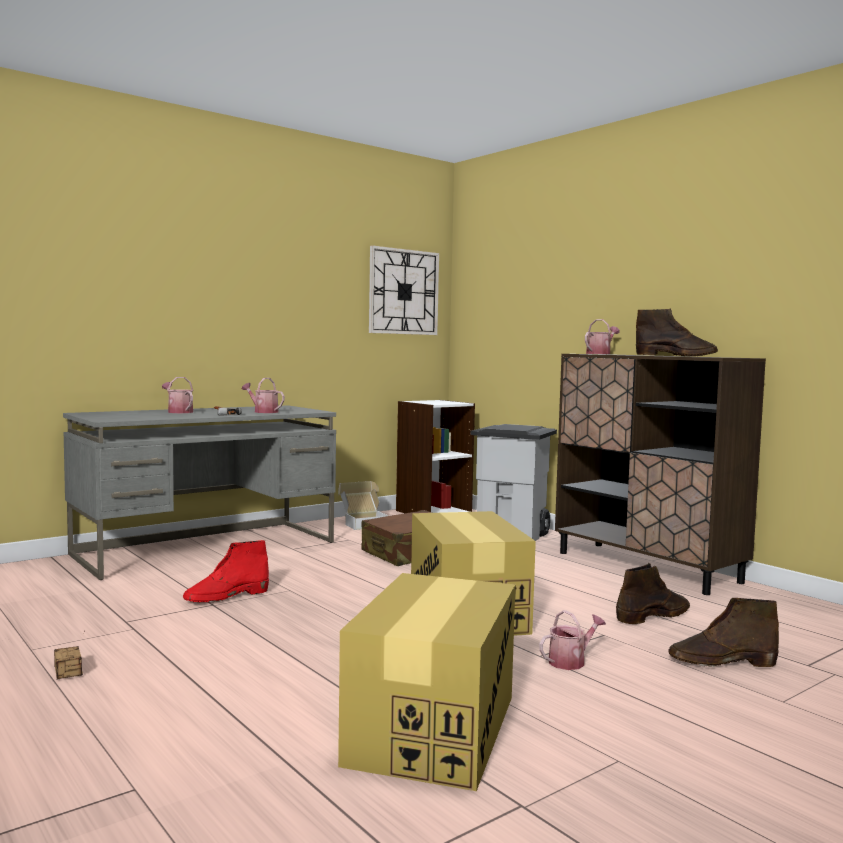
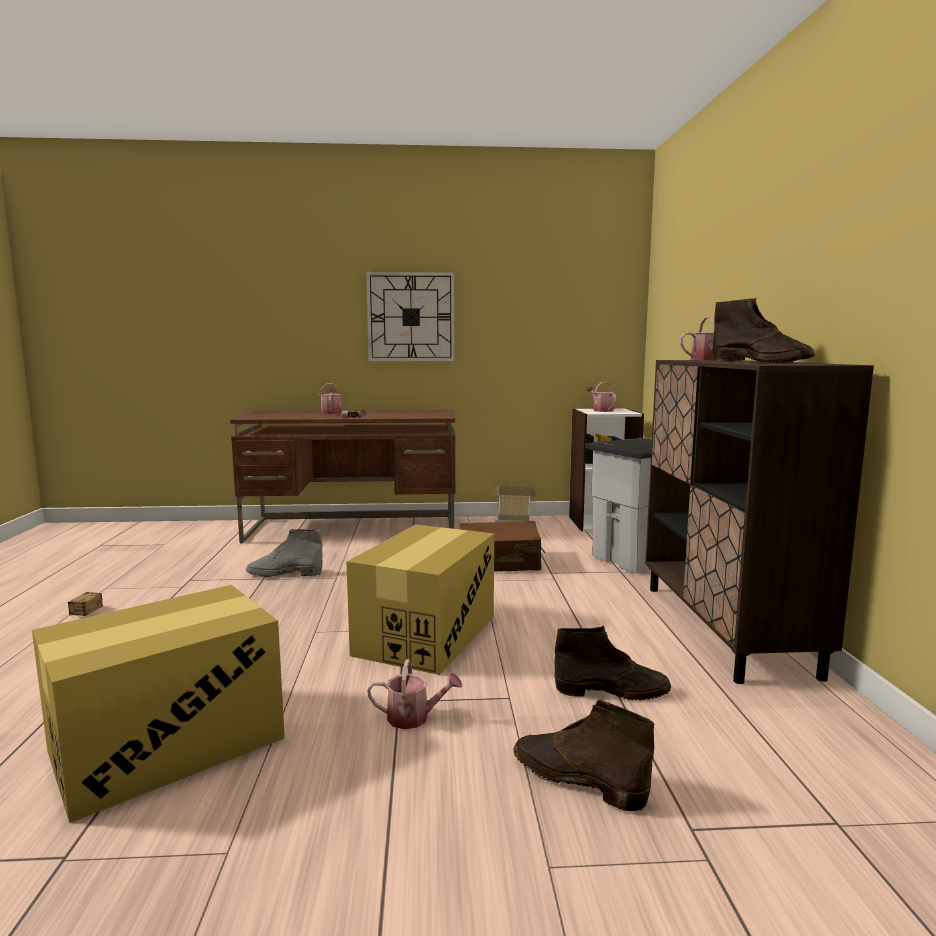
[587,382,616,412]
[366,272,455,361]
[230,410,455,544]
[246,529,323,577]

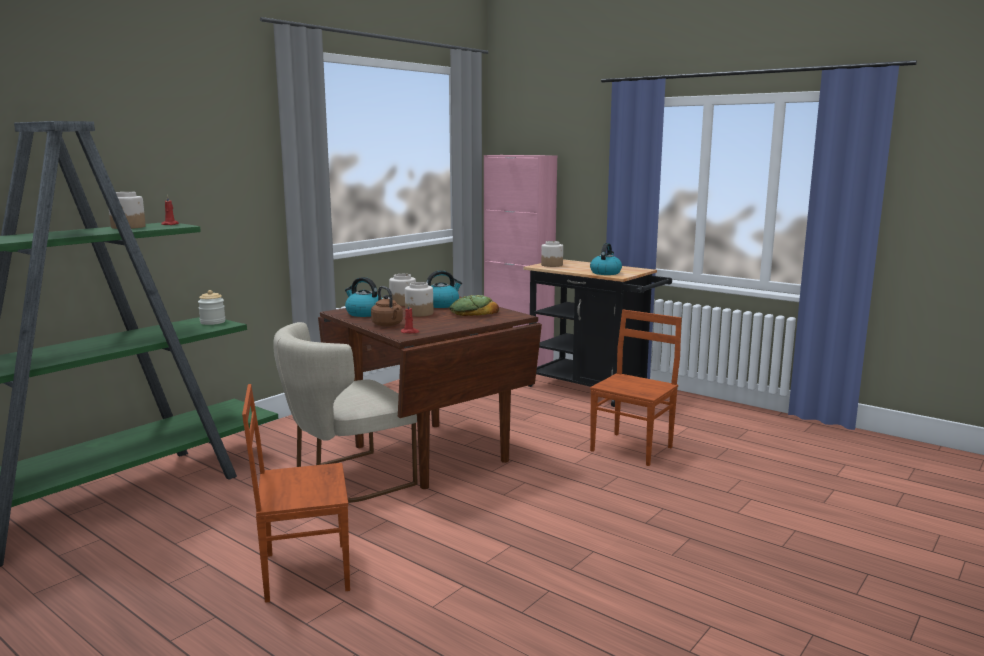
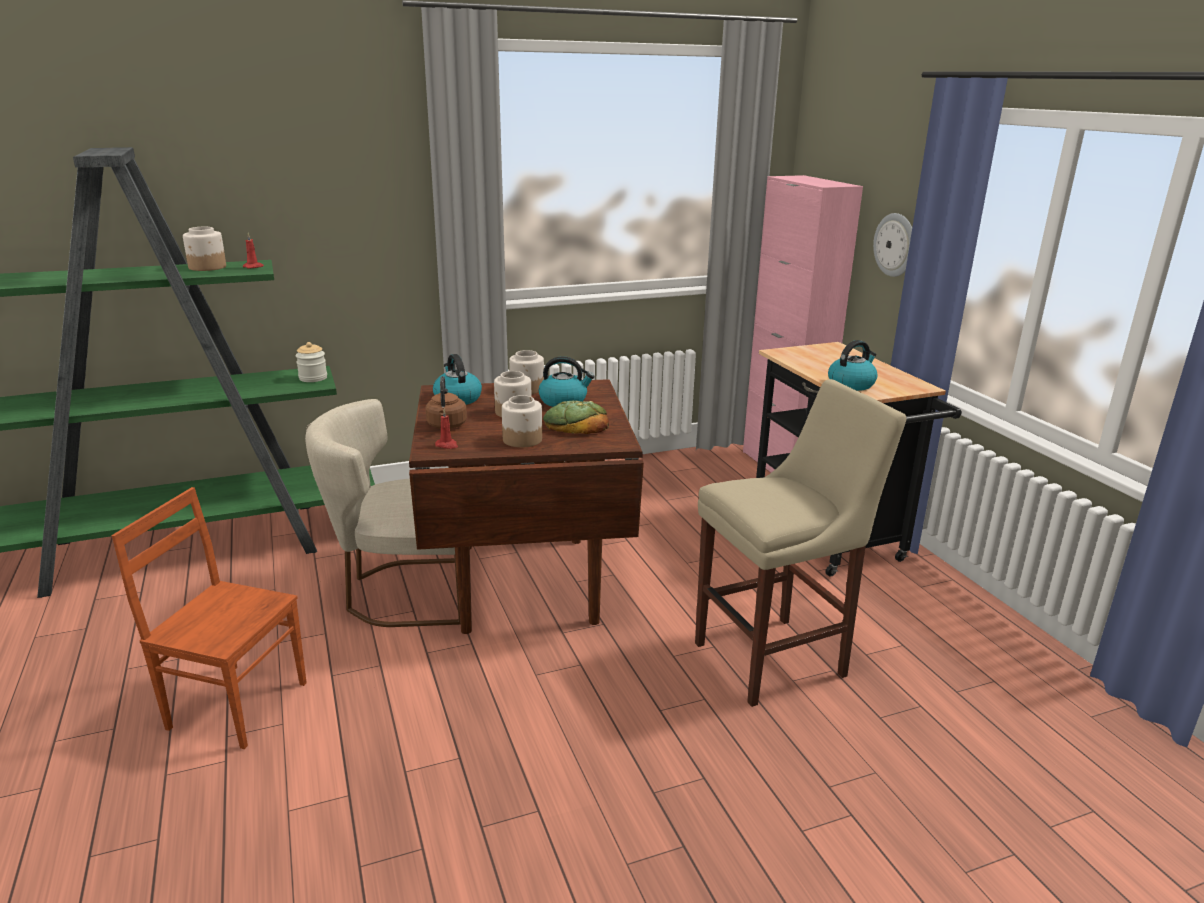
[873,213,912,277]
[502,395,542,448]
[695,379,906,707]

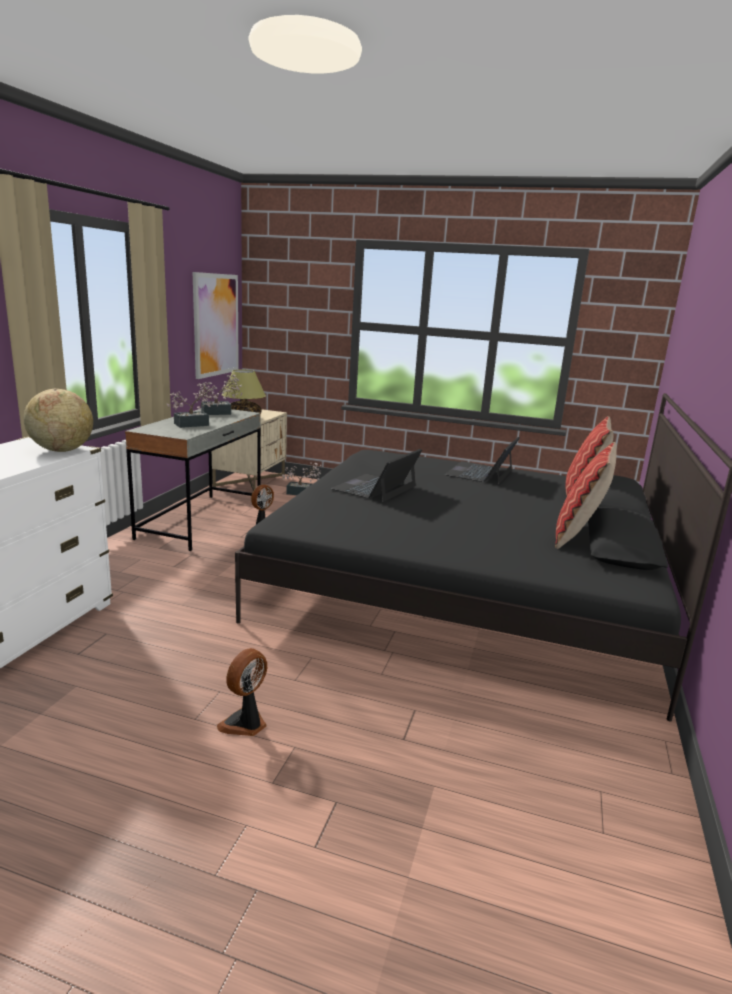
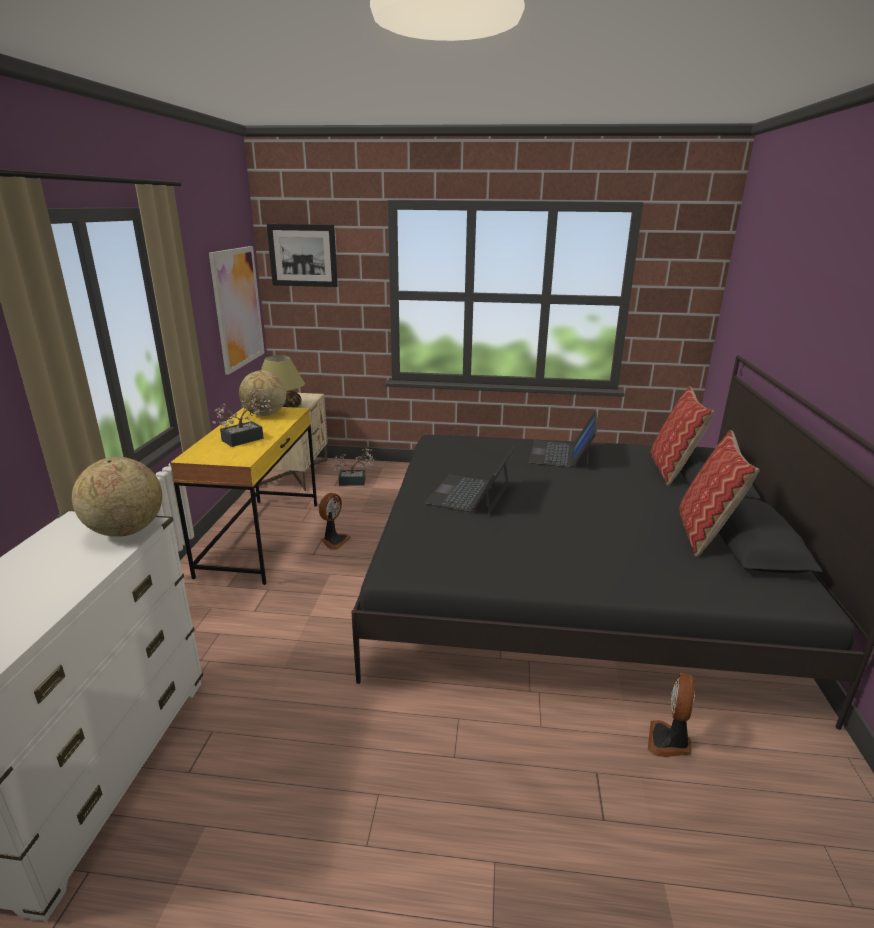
[267,224,338,287]
[648,673,695,757]
[239,370,287,416]
[170,407,317,585]

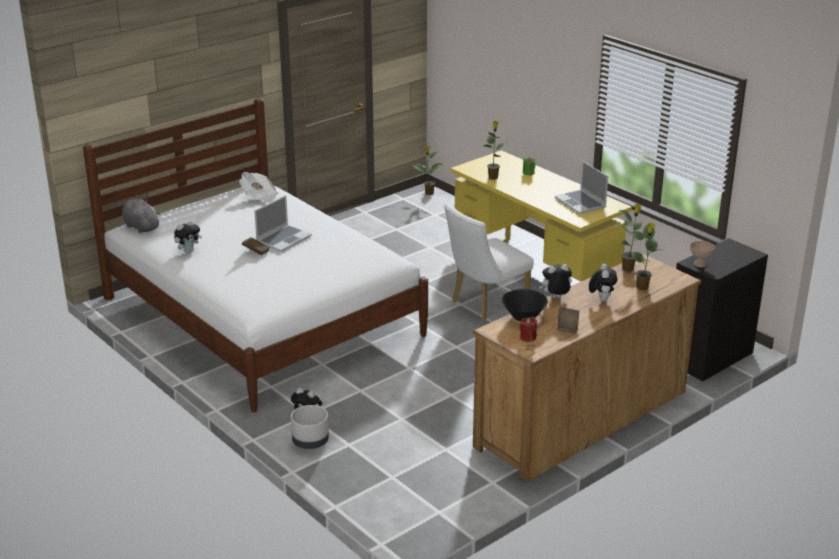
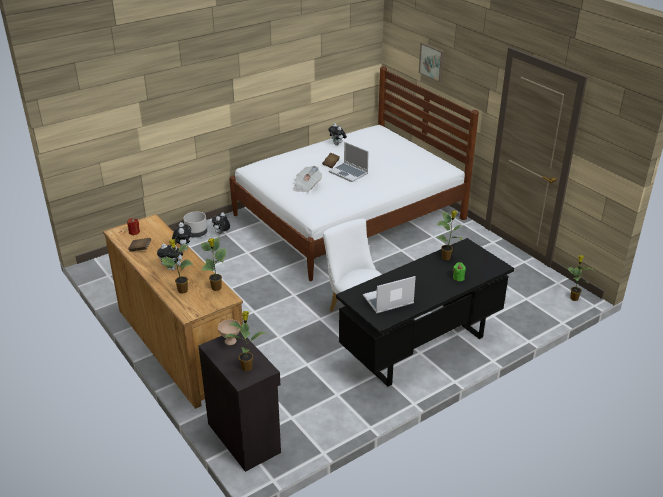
[122,199,161,233] (first image)
[502,289,548,321] (first image)
[224,311,266,371]
[419,42,444,82]
[293,166,322,192]
[336,238,514,387]

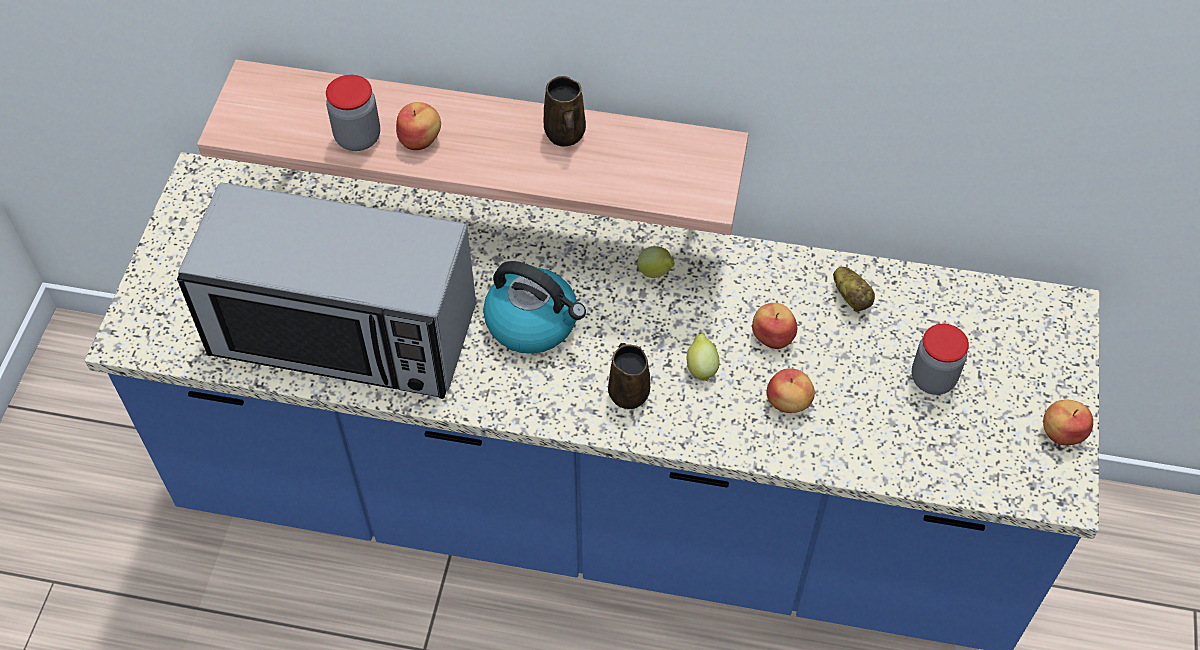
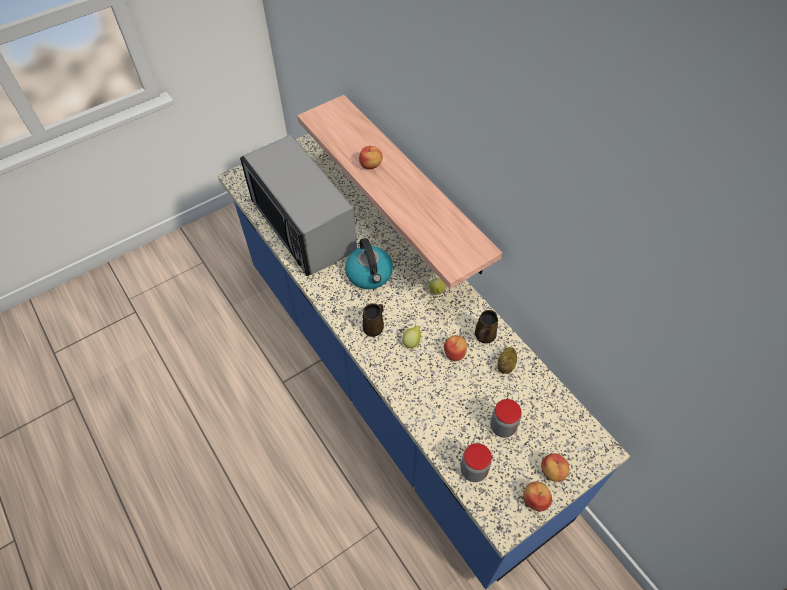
[460,443,492,482]
[475,310,498,344]
[541,453,569,482]

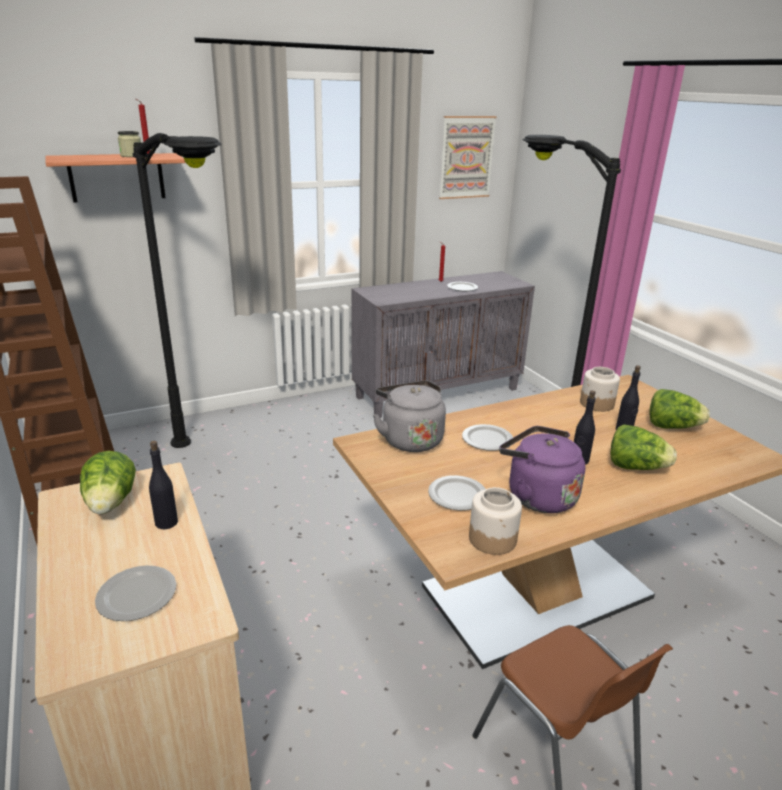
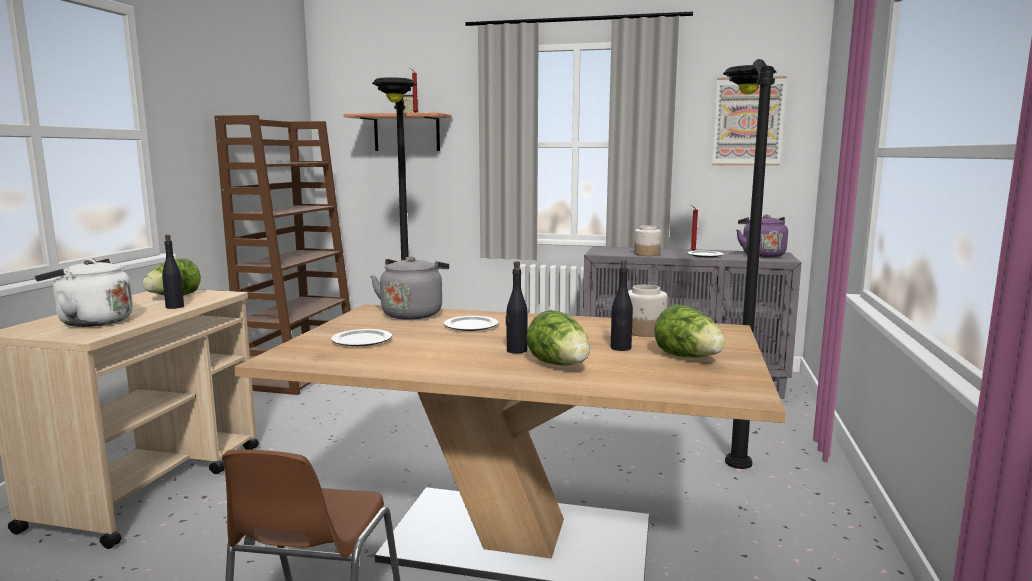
[634,225,661,256]
[736,215,788,257]
[35,258,133,327]

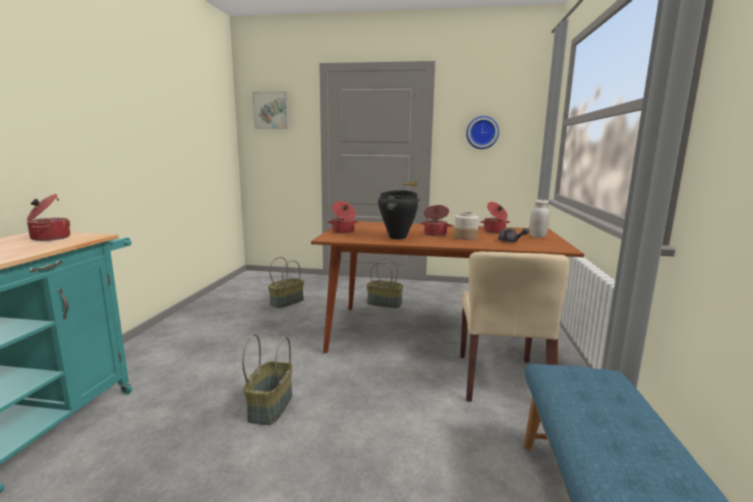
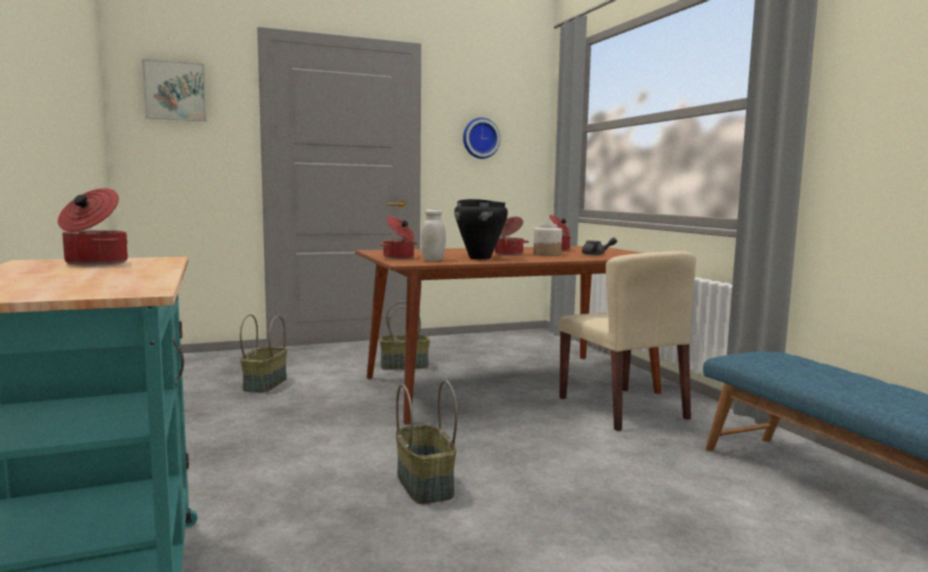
[421,209,446,261]

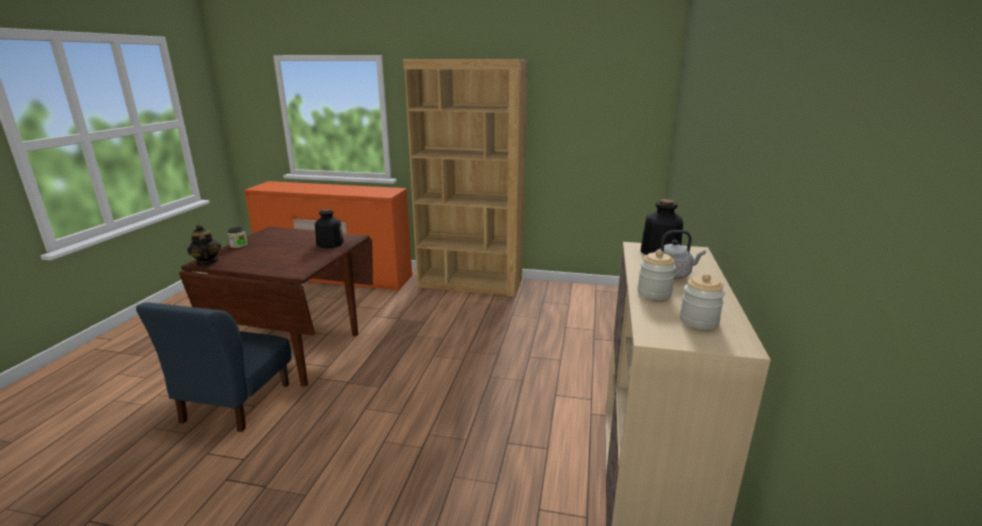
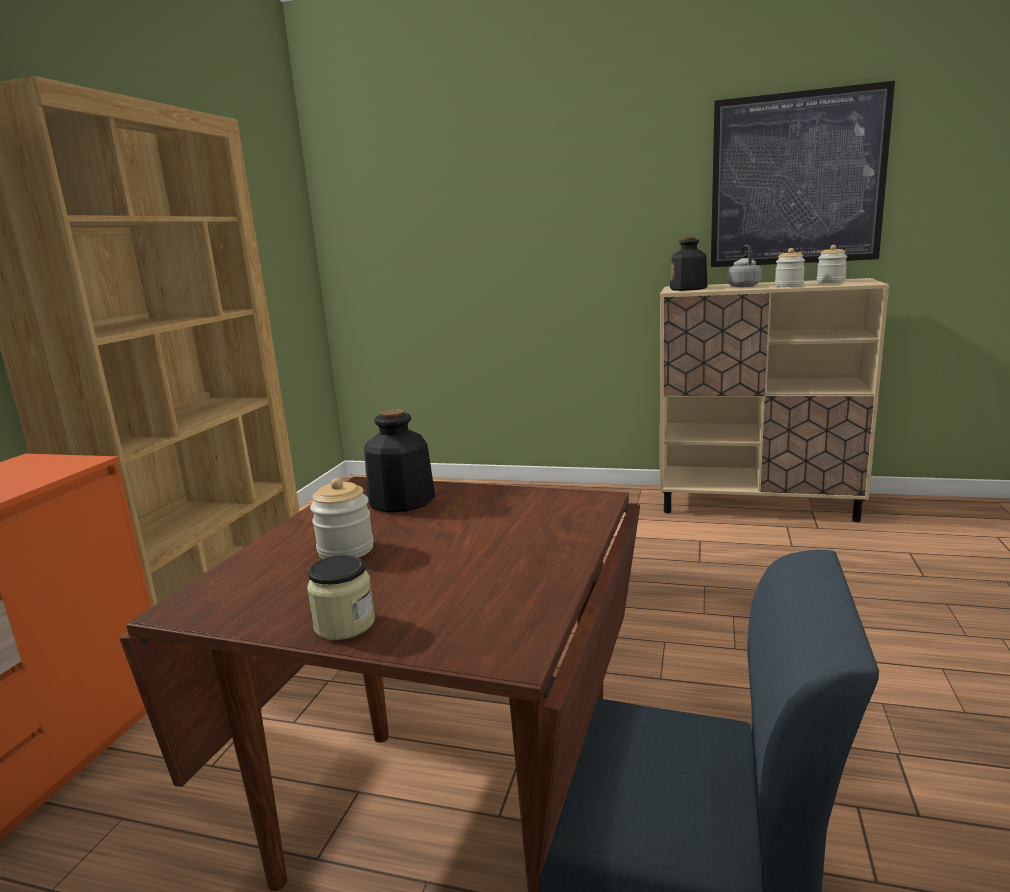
[187,225,221,266] (first image)
[310,478,374,559]
[711,81,895,267]

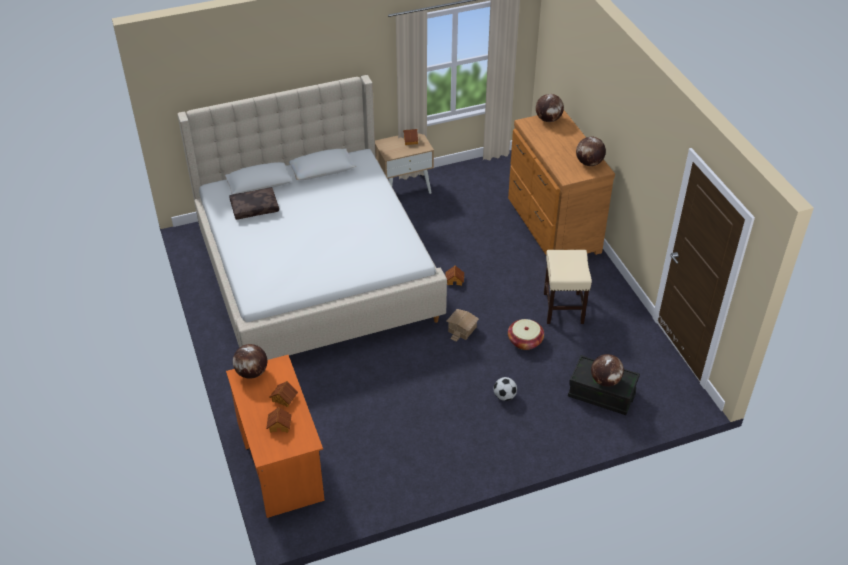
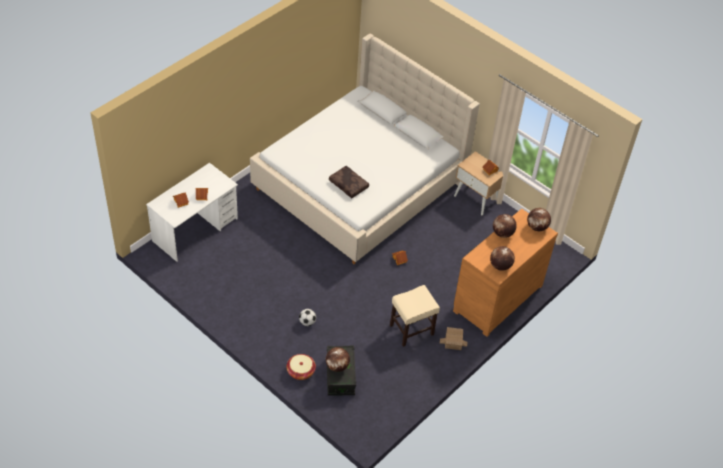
[329,166,369,198]
[493,214,517,238]
[440,327,467,350]
[287,354,316,380]
[146,163,238,262]

